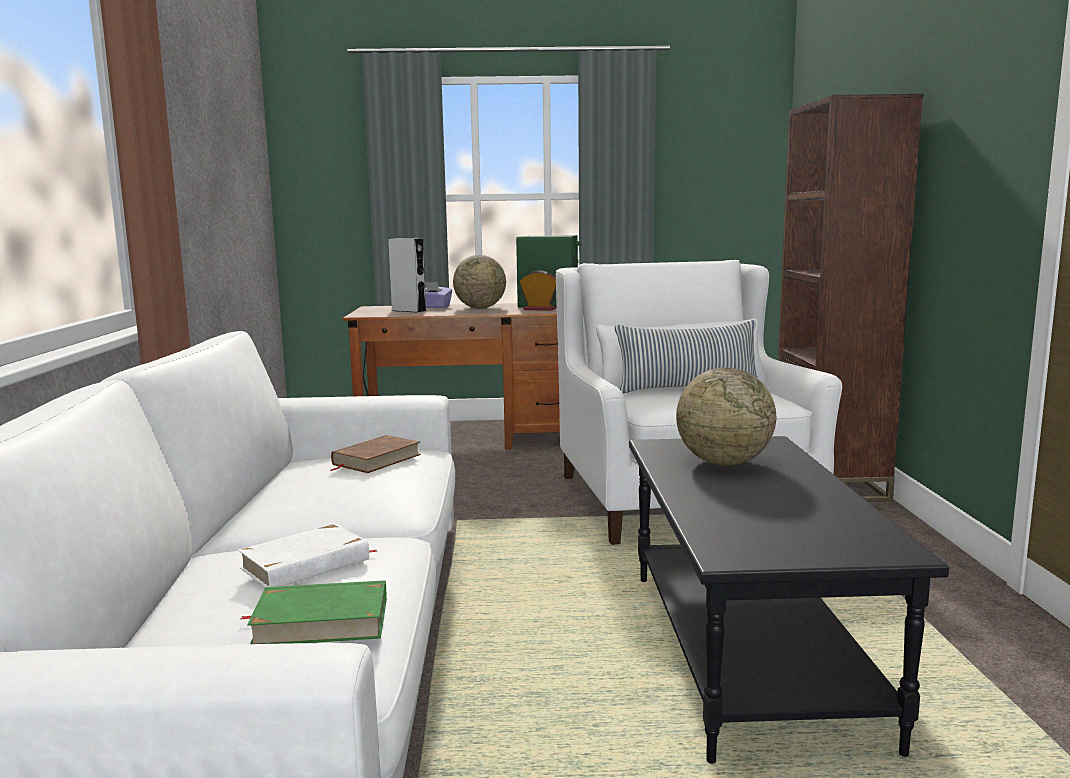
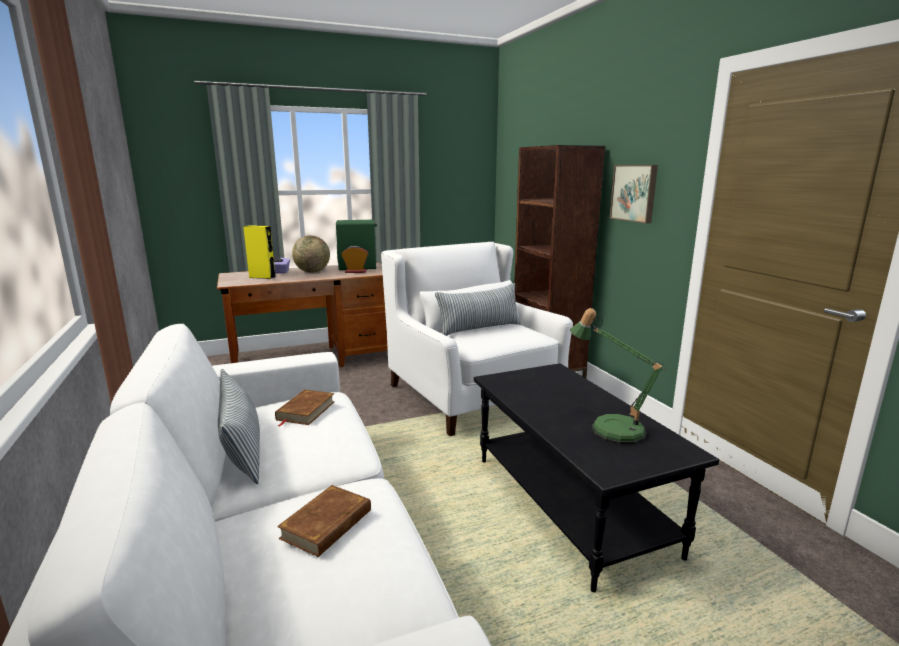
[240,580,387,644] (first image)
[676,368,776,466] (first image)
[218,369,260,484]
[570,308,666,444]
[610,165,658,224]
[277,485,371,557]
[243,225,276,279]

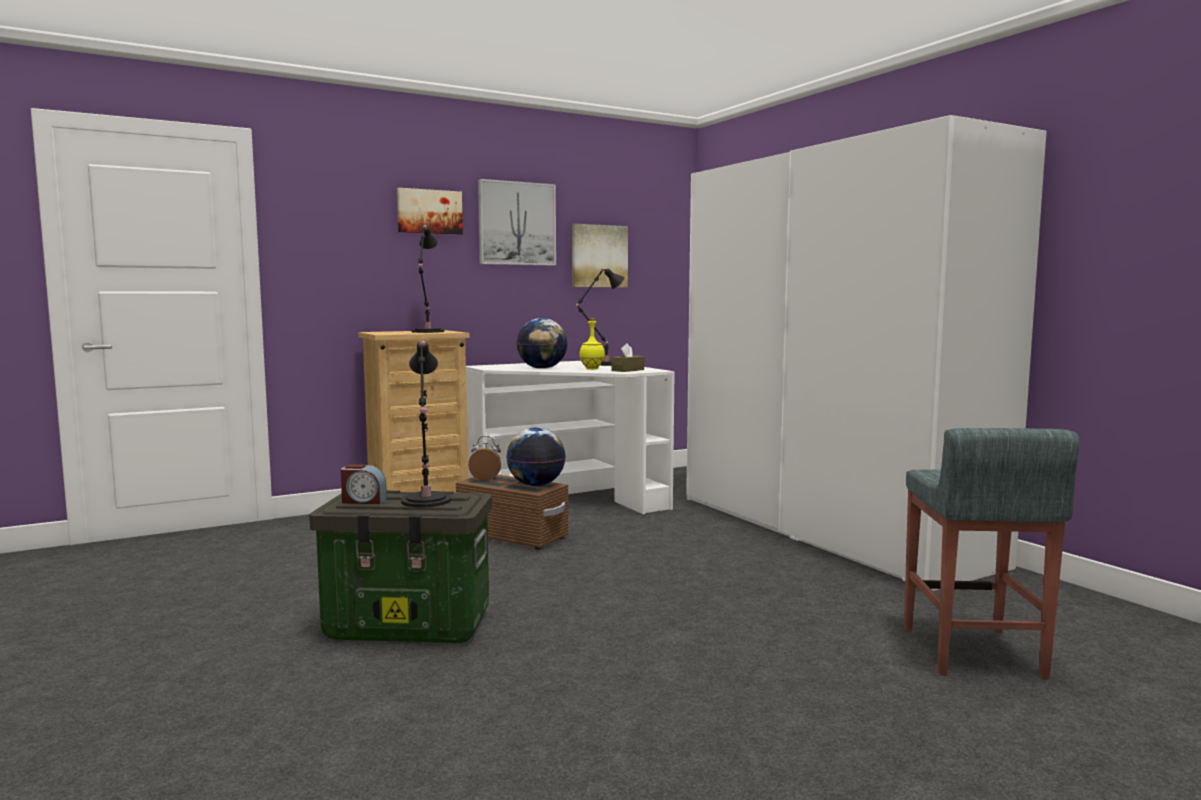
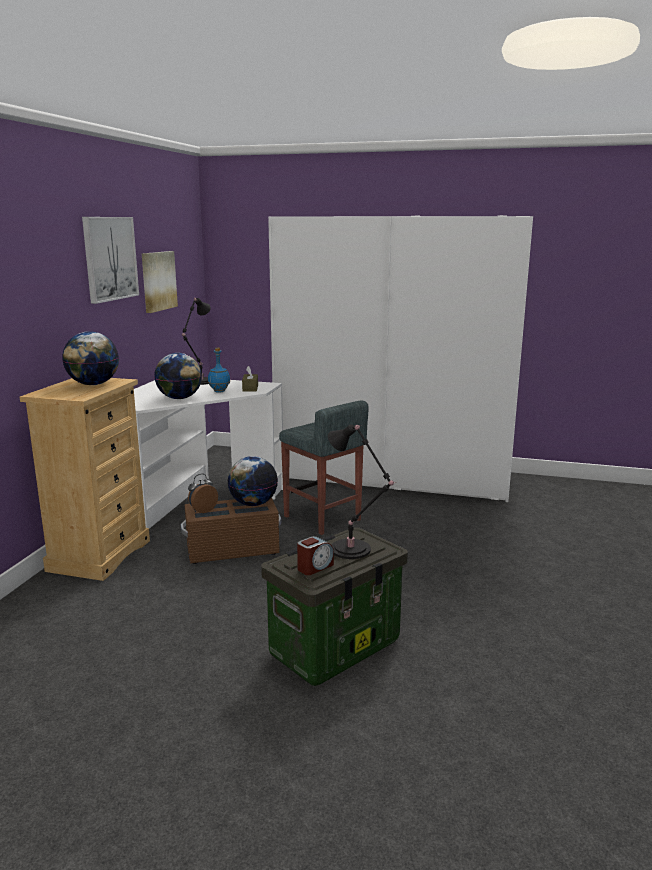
[397,188,463,235] (first image)
[279,400,369,535]
[62,331,119,385]
[208,348,230,393]

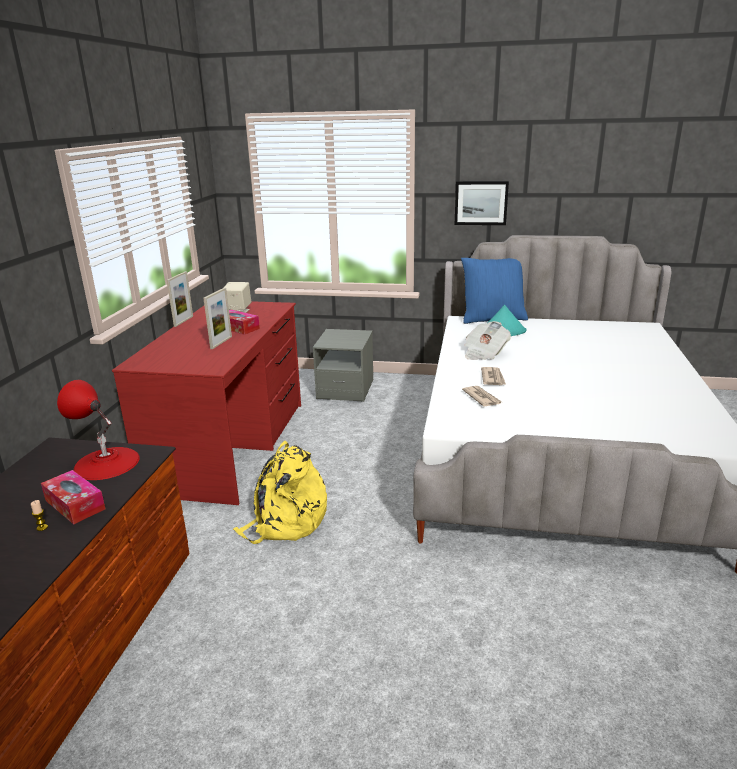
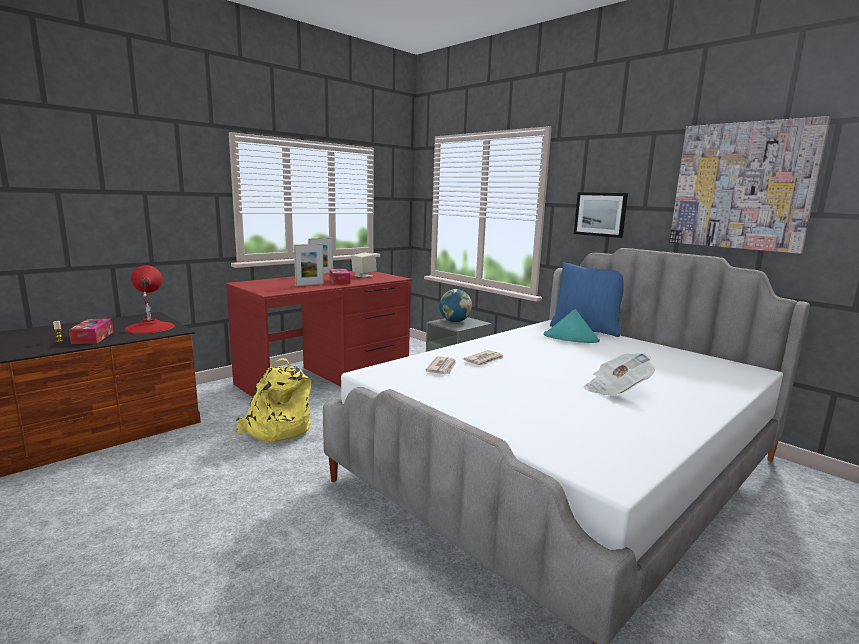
[439,289,472,322]
[669,116,831,254]
[584,353,655,397]

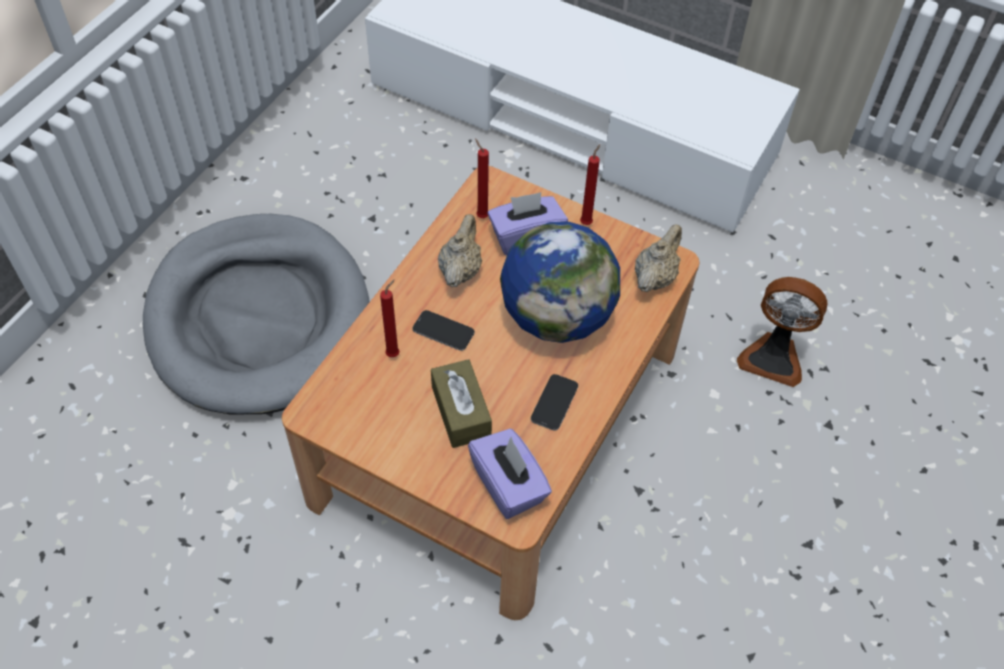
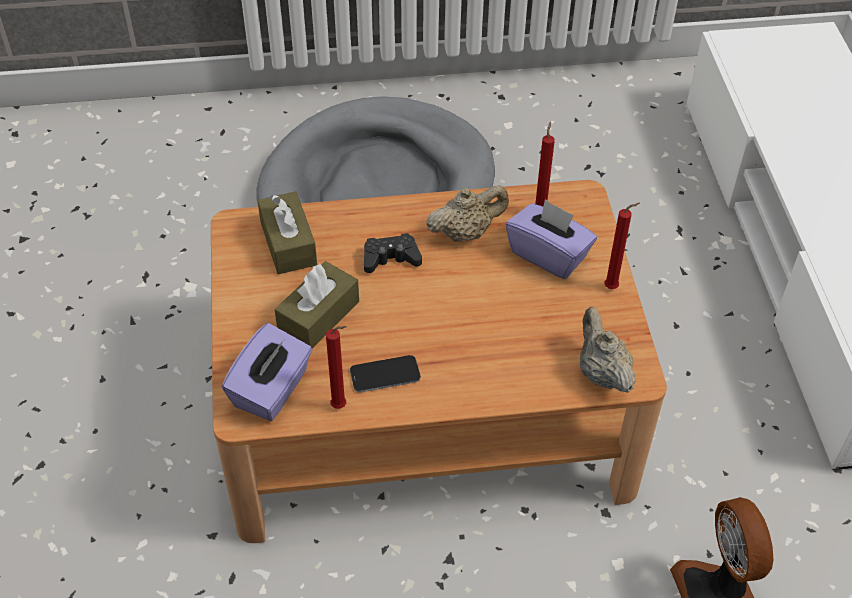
[500,222,620,343] (first image)
[257,191,317,274]
[326,326,347,409]
[364,233,422,273]
[580,307,636,393]

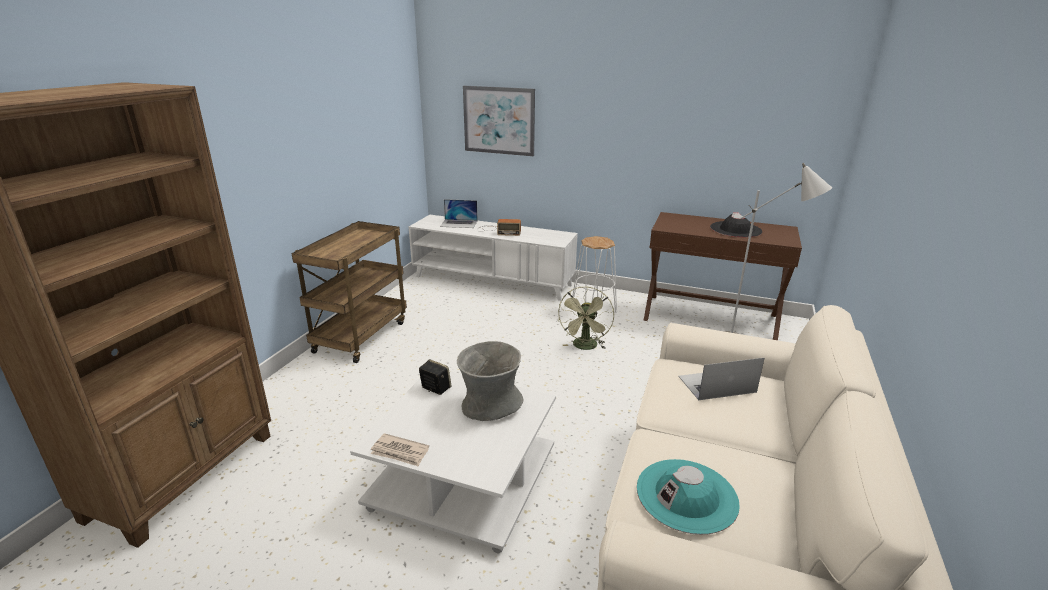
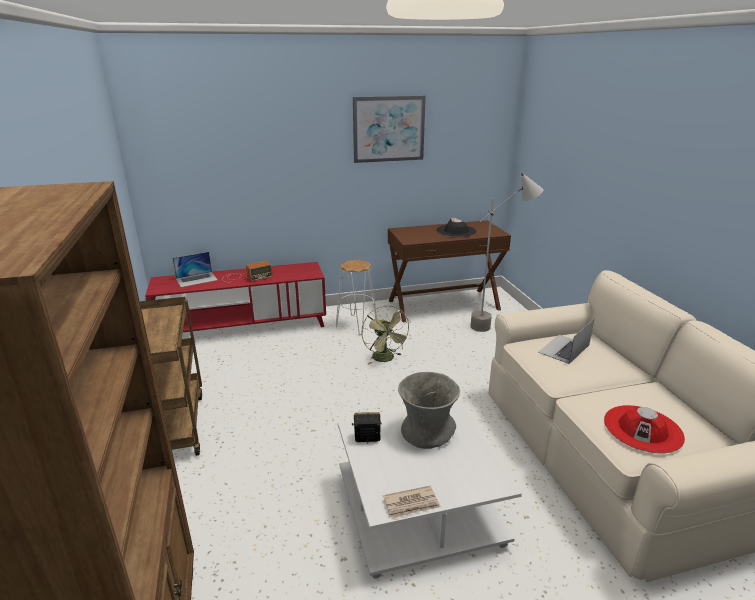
[353,96,426,163]
[145,262,326,332]
[604,405,685,453]

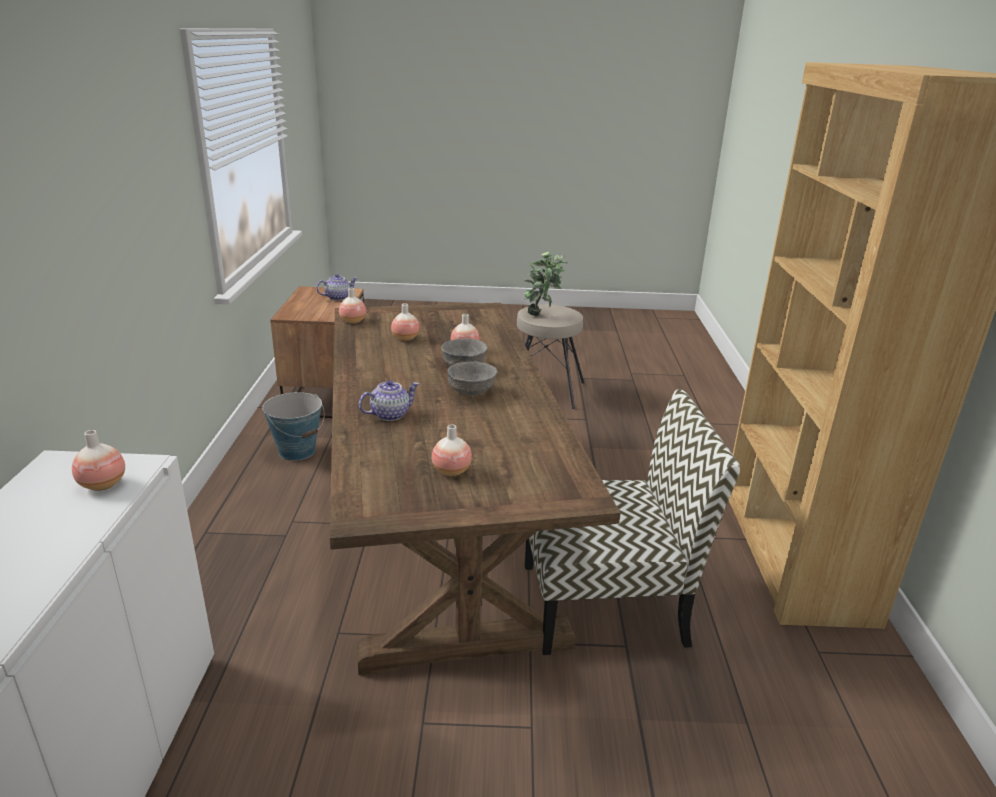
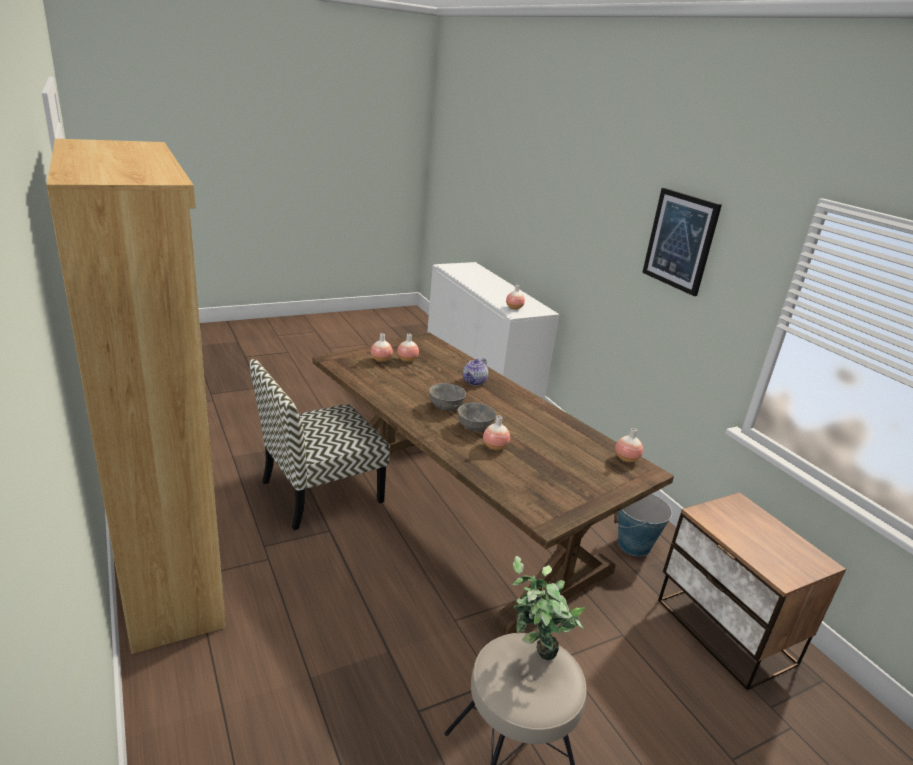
[316,274,357,301] (first image)
[642,188,722,296]
[371,333,393,362]

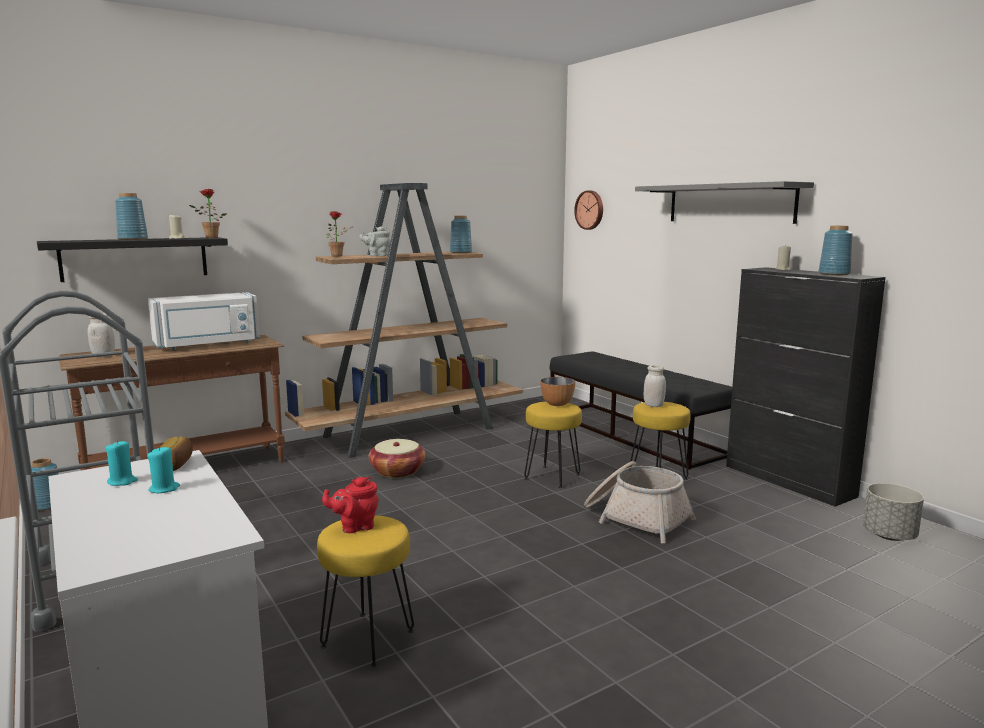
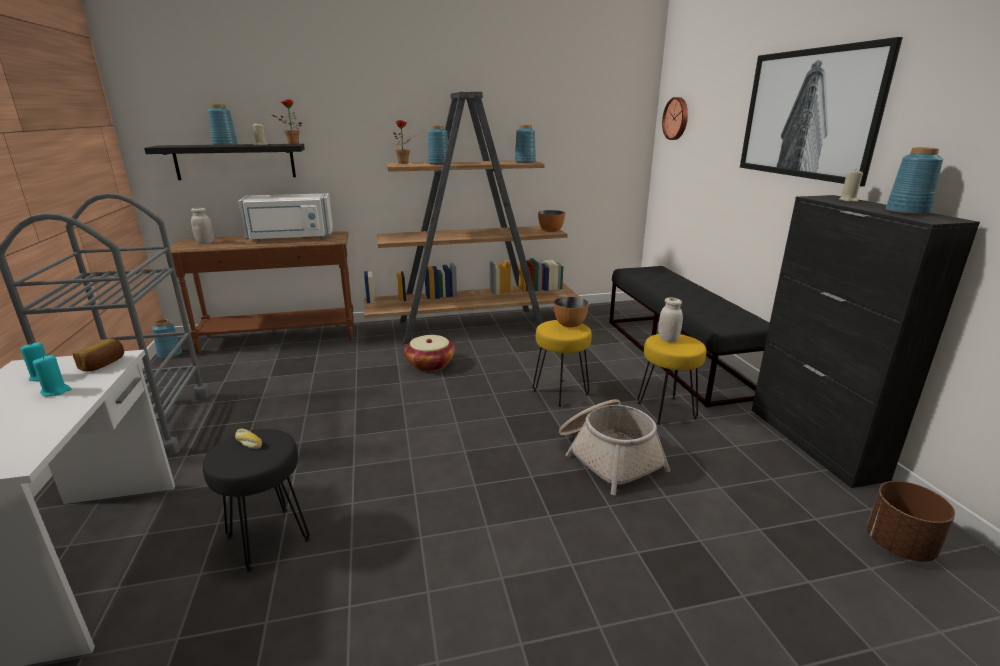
[538,210,565,232]
[235,429,262,449]
[428,125,448,165]
[740,37,903,186]
[203,429,310,572]
[867,481,955,562]

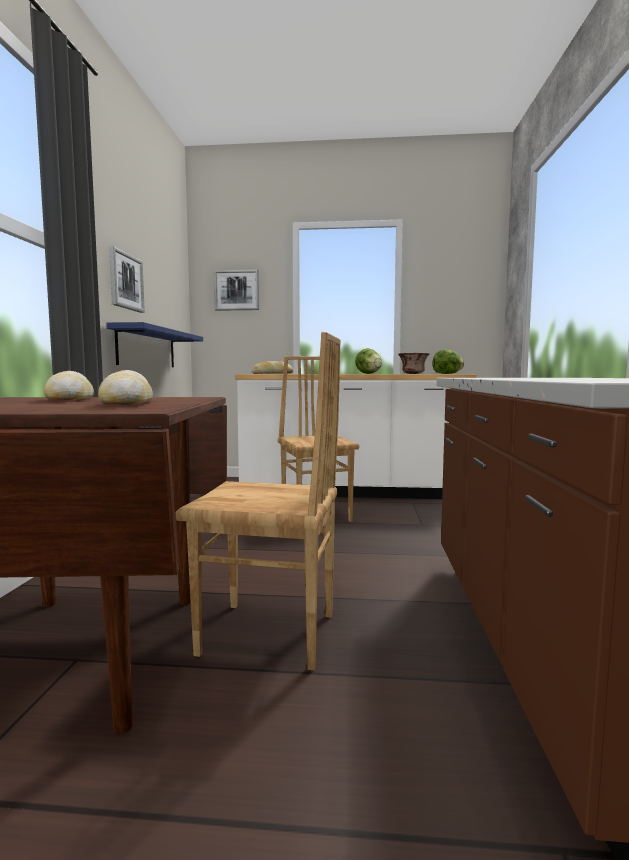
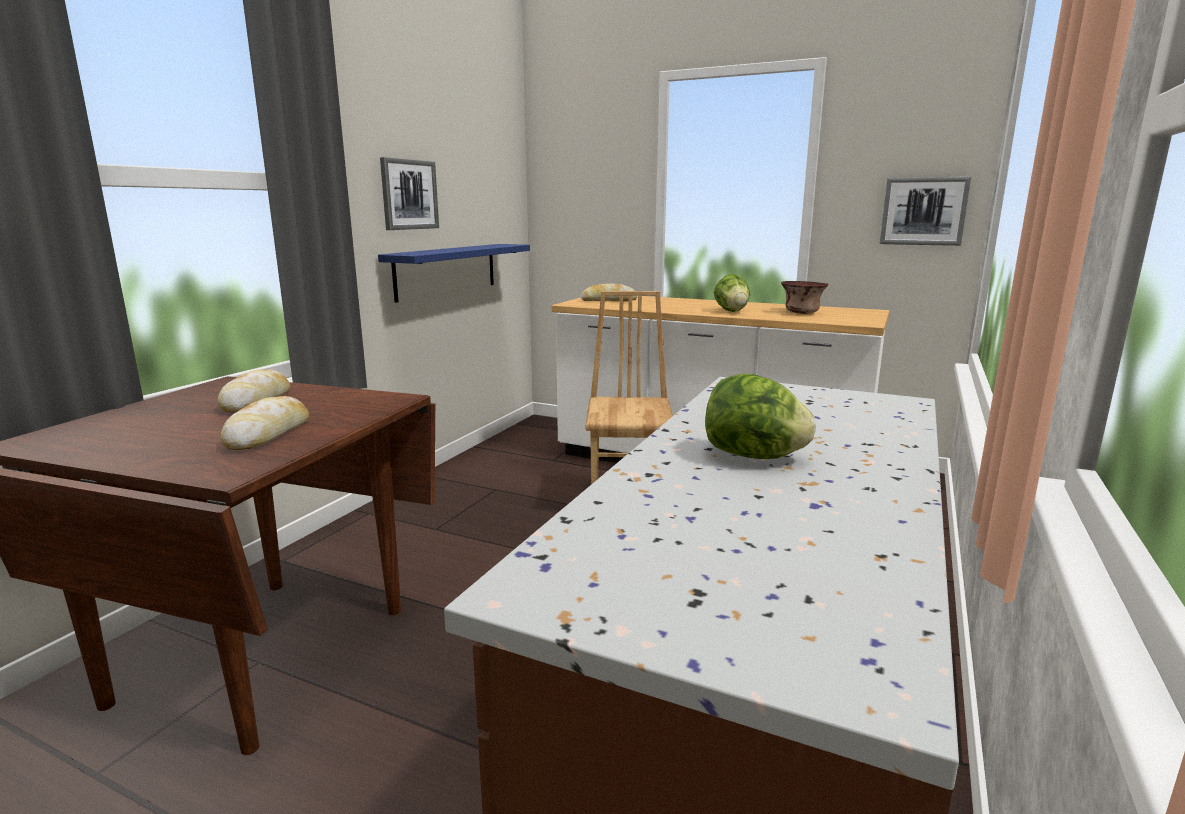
[175,332,341,671] (first image)
[880,177,971,246]
[705,374,816,459]

